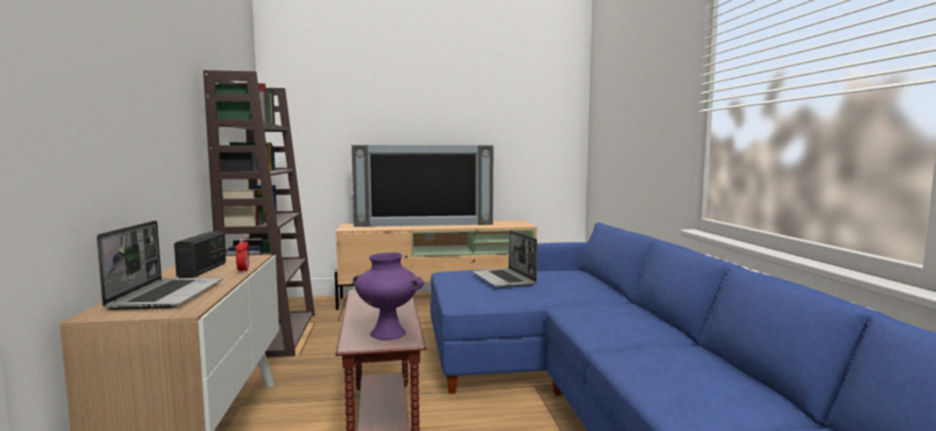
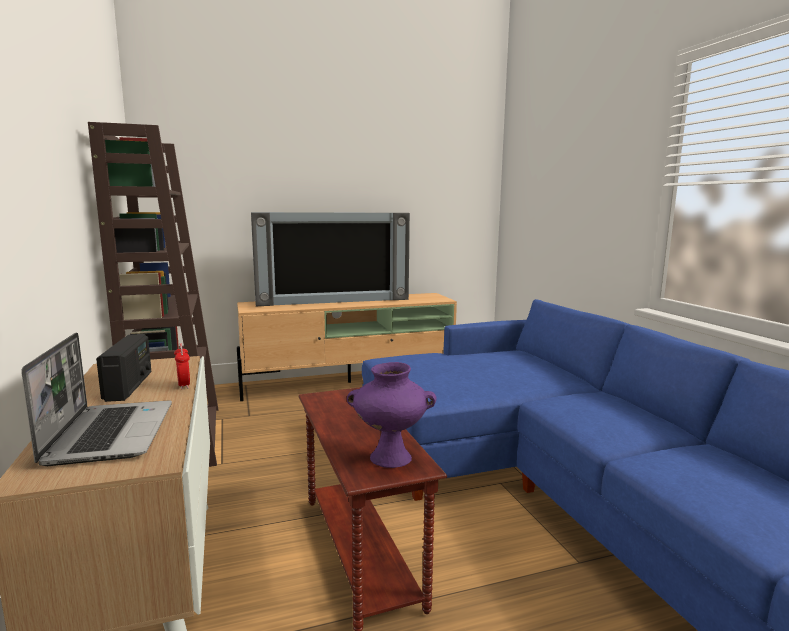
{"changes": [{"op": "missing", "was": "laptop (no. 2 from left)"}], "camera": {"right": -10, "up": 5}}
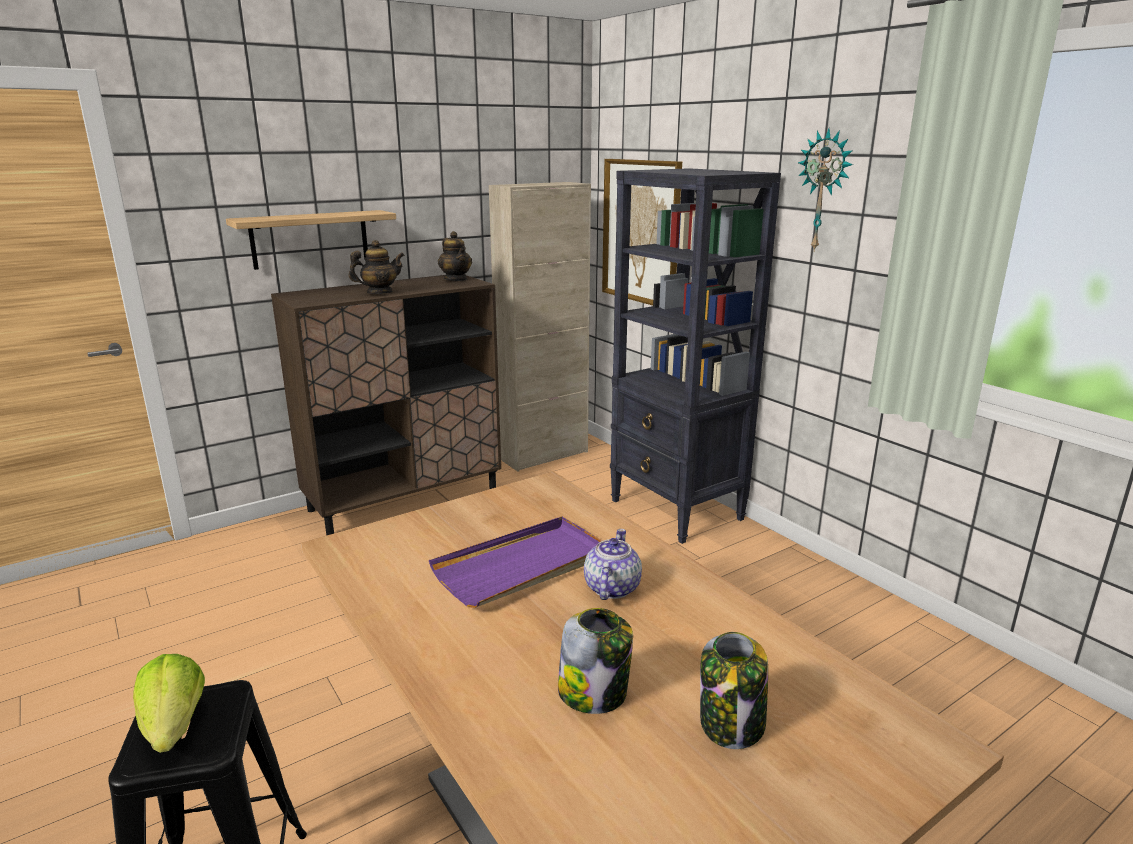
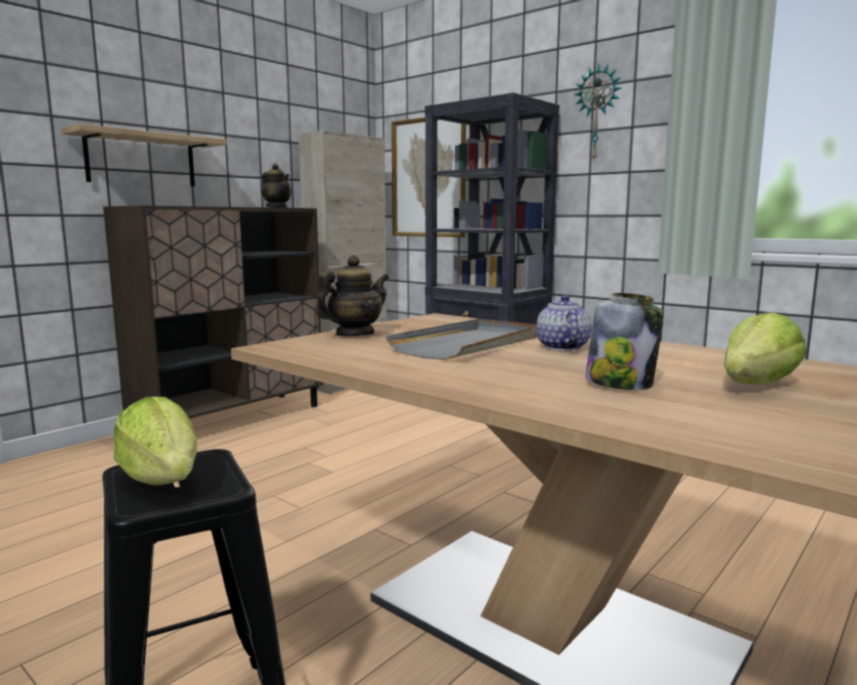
{"changes": [{"op": "relocated", "was": "teapot (no. 1 from left in the first image)", "now": "teapot (no. 2 from left)"}, {"op": "colour", "was": "tray (purple)", "now": "tray (grey)"}, {"op": "exchanged", "was": "jar (no. 2 from left)", "now": "lettuce (no. 2 from left)"}], "camera": {"right": -15, "up": -10}}
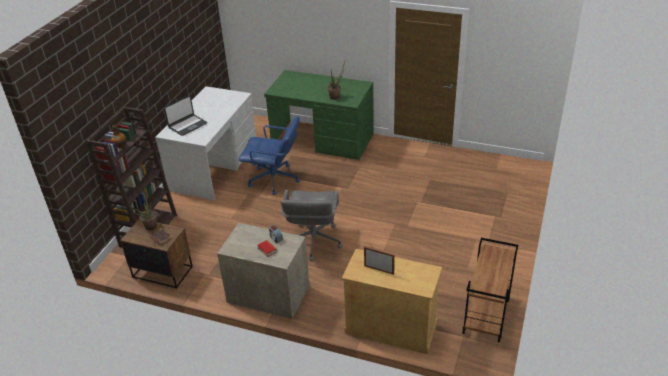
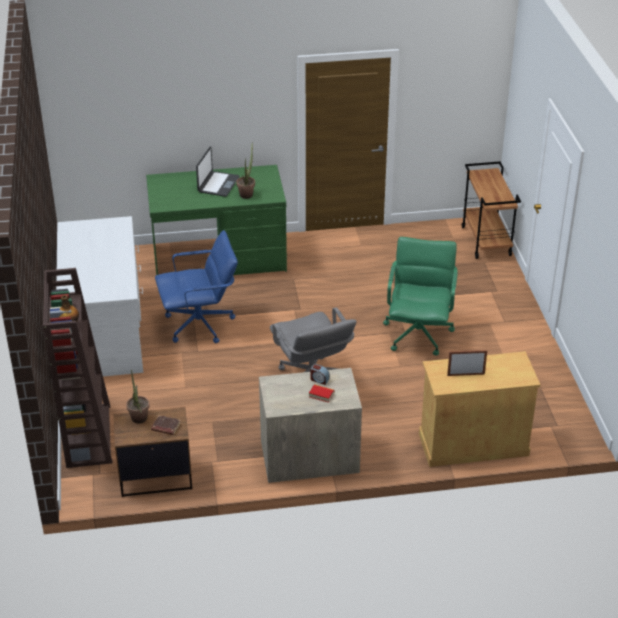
{"changes": [{"op": "relocated", "was": "laptop"}, {"op": "relocated", "was": "cart (brown)"}, {"op": "appeared", "now": "office chair (green)"}], "camera": {"right": -30, "up": 0}}
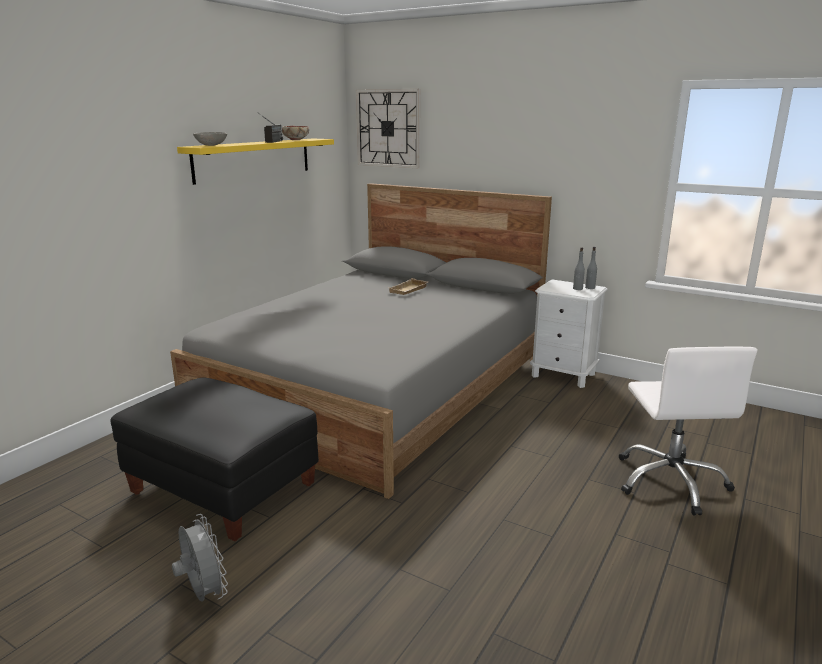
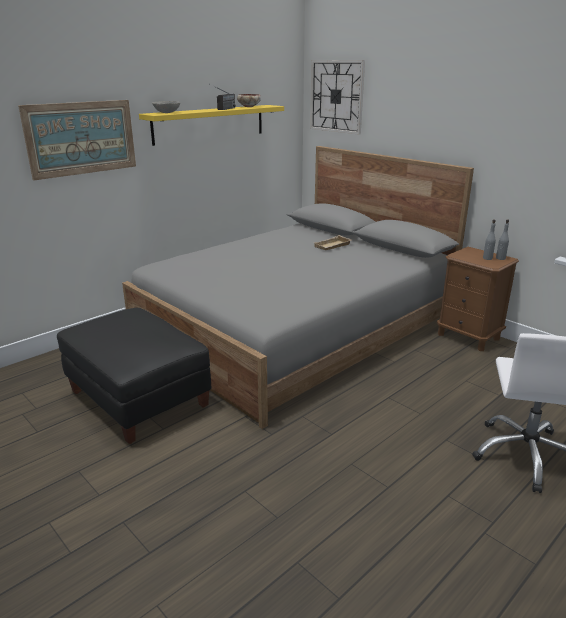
{"changes": [{"op": "colour", "was": "nightstand (white)", "now": "nightstand (brown)"}, {"op": "missing", "was": "fan (grey)"}, {"op": "appeared", "now": "picture"}], "camera": {"right": 15, "up": 5}}
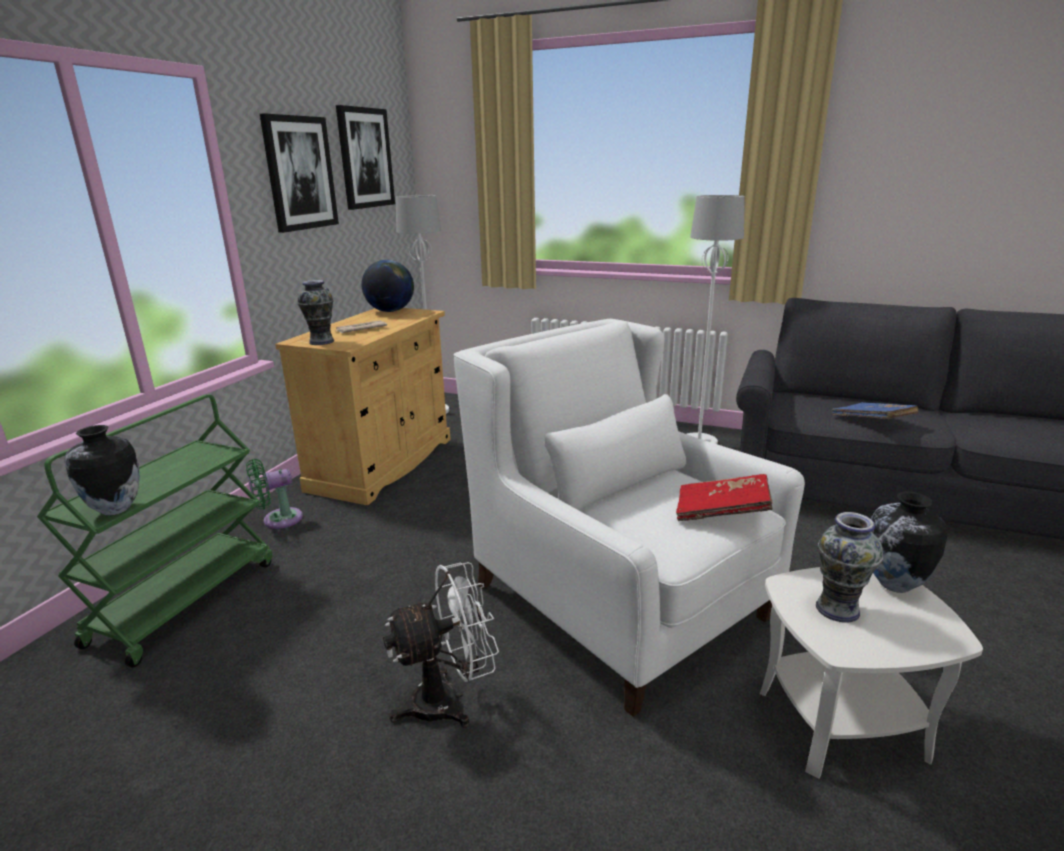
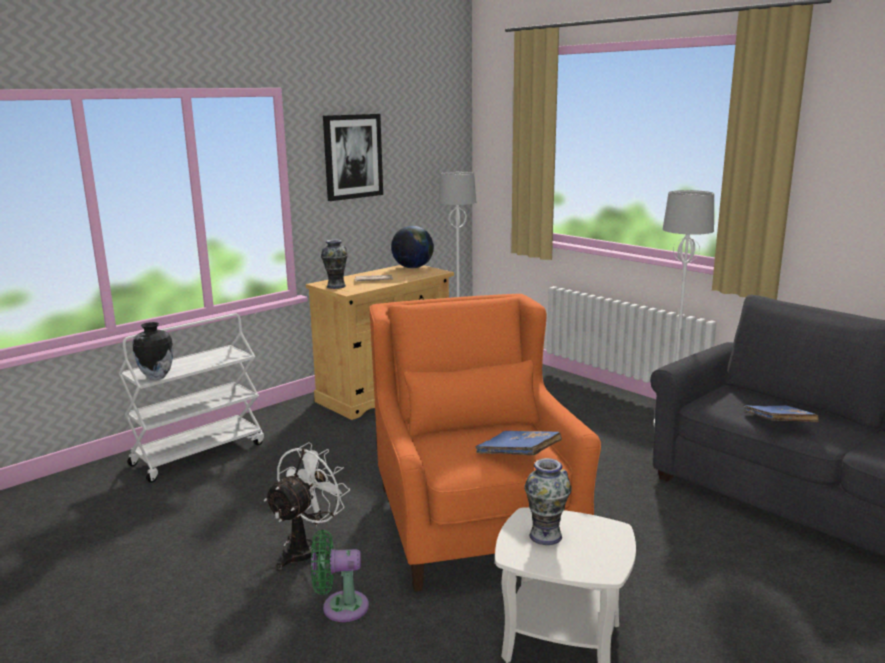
{"changes": [{"op": "missing", "was": "picture (no. 2 from left)"}, {"op": "colour", "was": "armchair (white)", "now": "armchair (orange)"}, {"op": "colour", "was": "cart (green)", "now": "cart (white)"}, {"op": "relocated", "was": "fan (green)"}, {"op": "colour", "was": "book (red)", "now": "book (blue) (no. 1 from left)"}, {"op": "missing", "was": "vase (no. 4 from left)"}, {"op": "spun", "was": "fan (white)", "clockwise": -60}], "camera": {"right": 25, "up": -5}}
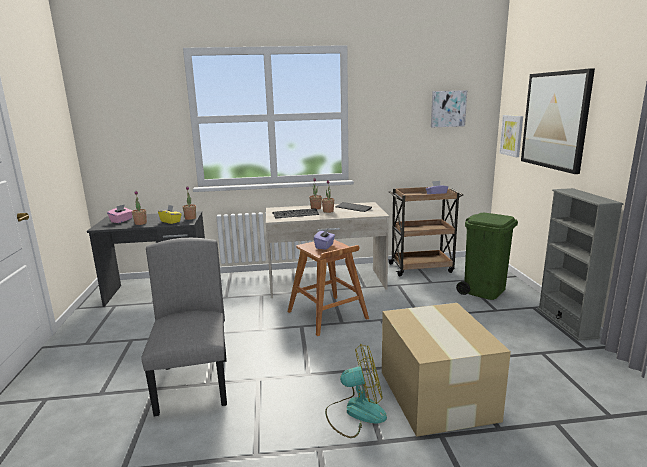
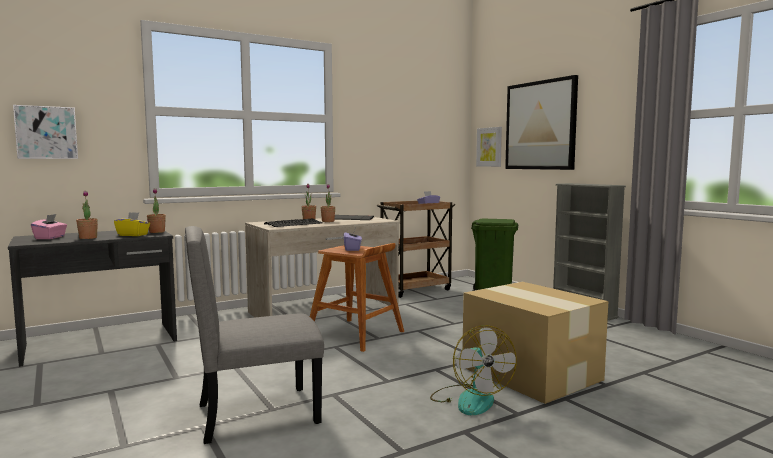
{"changes": [{"op": "relocated", "was": "picture (no. 1 from left)"}, {"op": "spun", "was": "chair (grey)", "clockwise": -75}, {"op": "spun", "was": "fan", "clockwise": 105}], "camera": {"right": -25, "up": -10}}
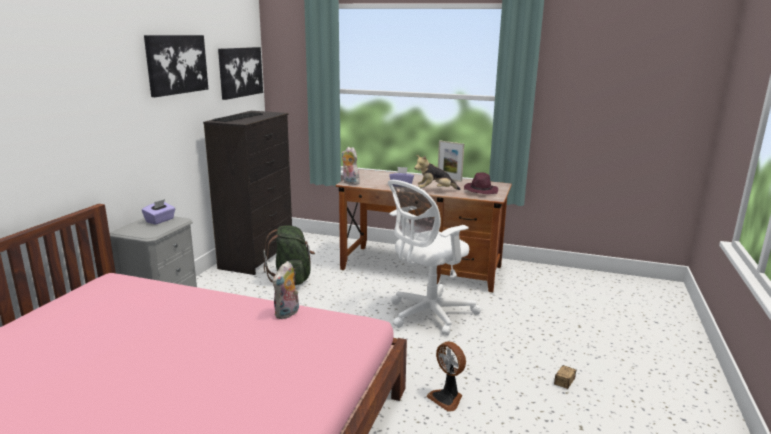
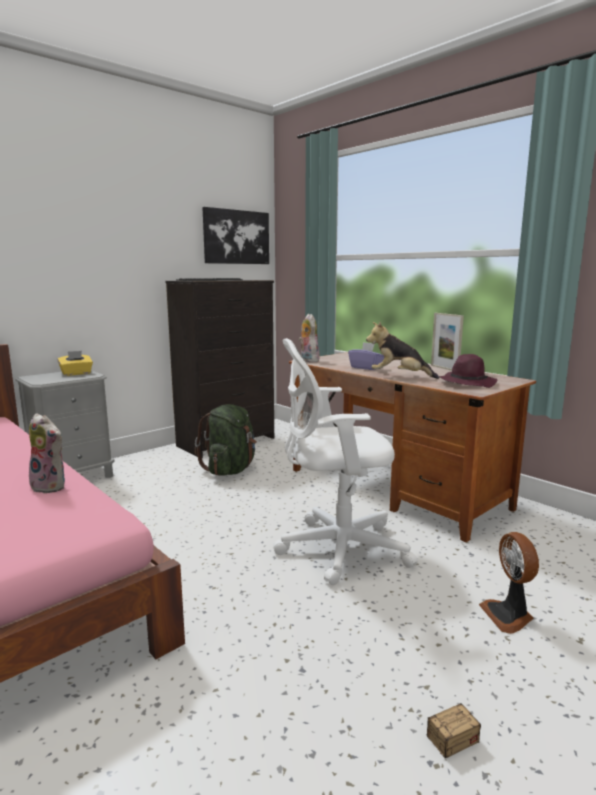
{"changes": [{"op": "missing", "was": "picture (no. 1 from left)"}, {"op": "colour", "was": "tissue box (purple) (no. 1 from left)", "now": "tissue box (yellow)"}, {"op": "spun", "was": "plush toy (no. 1 from left)", "clockwise": -120}, {"op": "relocated", "was": "fan"}], "camera": {"right": 30, "up": -5}}
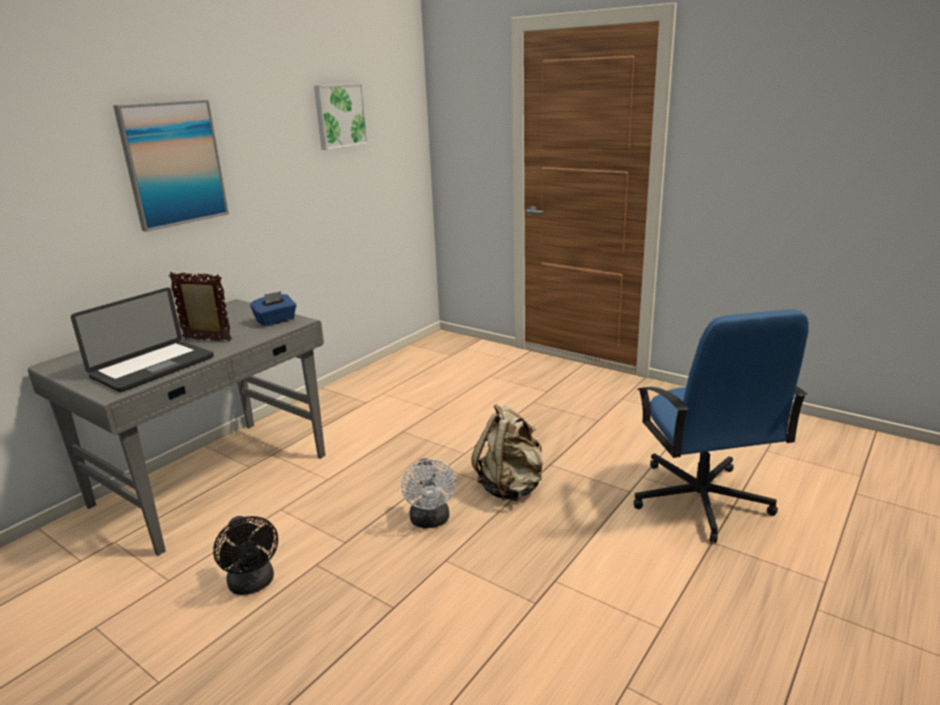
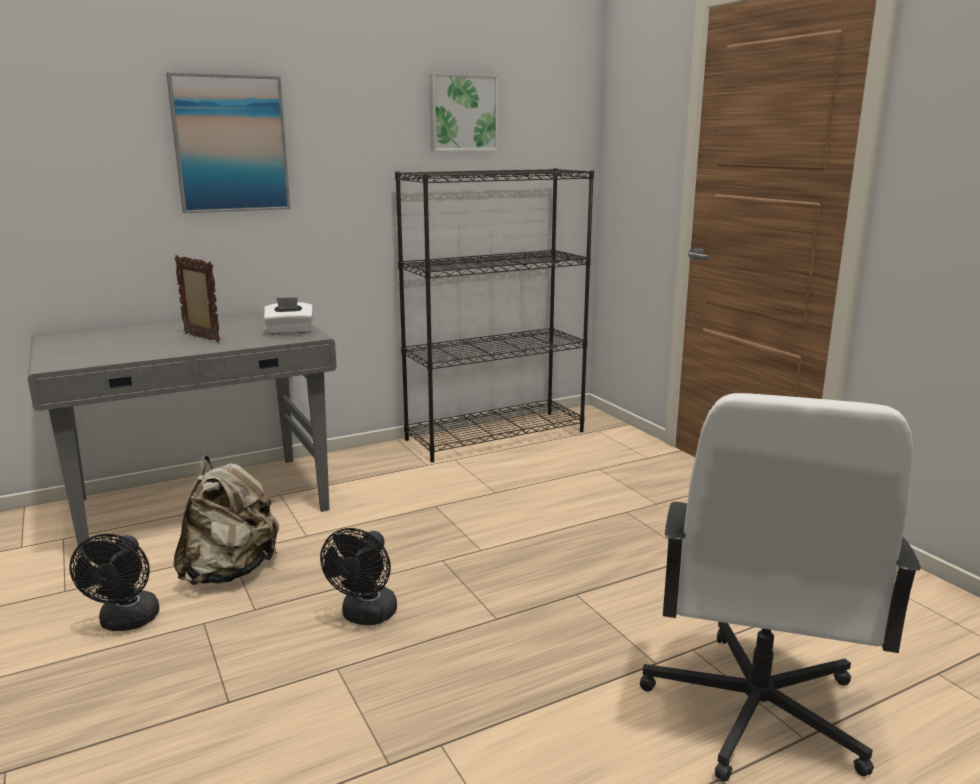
{"changes": [{"op": "missing", "was": "laptop"}, {"op": "colour", "was": "tissue box (blue)", "now": "tissue box (white)"}, {"op": "colour", "was": "office chair (blue)", "now": "office chair (white)"}, {"op": "relocated", "was": "backpack (beige)"}, {"op": "colour", "was": "fan (white)", "now": "fan (black) (no. 2 from left)"}, {"op": "appeared", "now": "bookcase (black)"}], "camera": {"right": 25, "up": -5}}
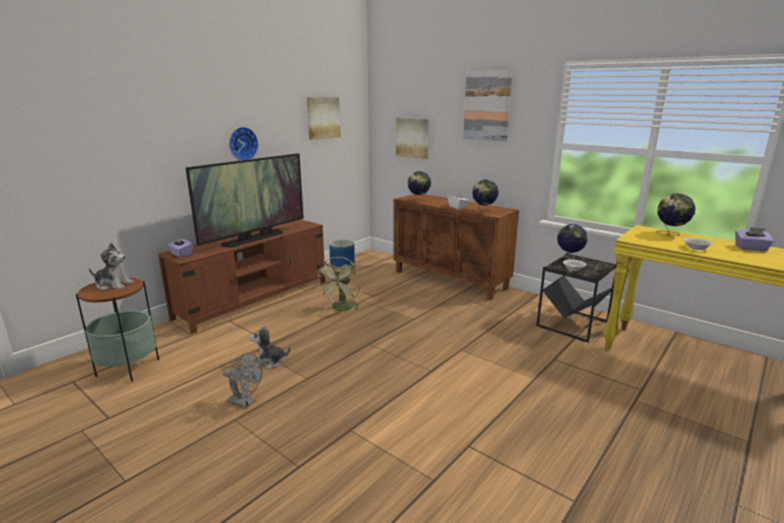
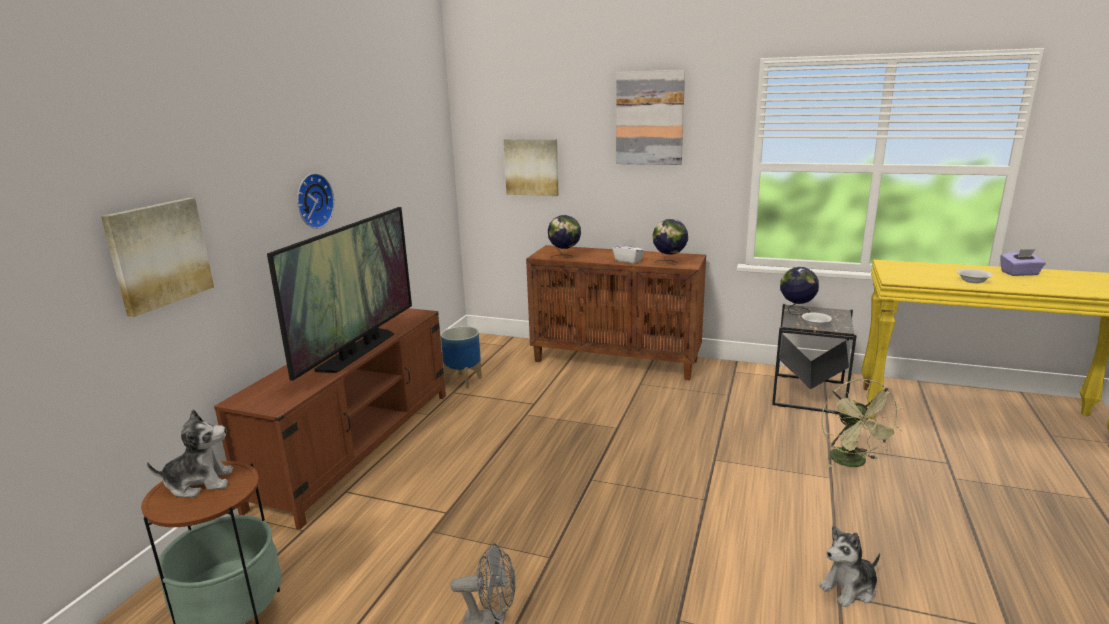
{"changes": [{"op": "relocated", "was": "picture (no. 1 from left)"}, {"op": "missing", "was": "globe (no. 4 from left)"}, {"op": "missing", "was": "tissue box (purple) (no. 1 from left)"}, {"op": "relocated", "was": "fan (green)"}, {"op": "relocated", "was": "plush toy (no. 2 from left)"}], "camera": {"right": -20, "up": 0}}
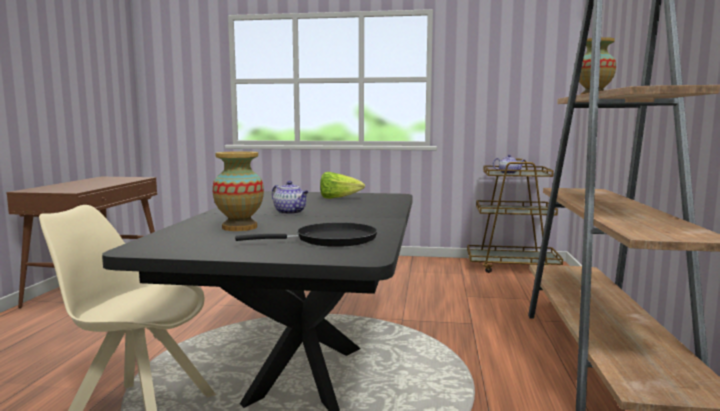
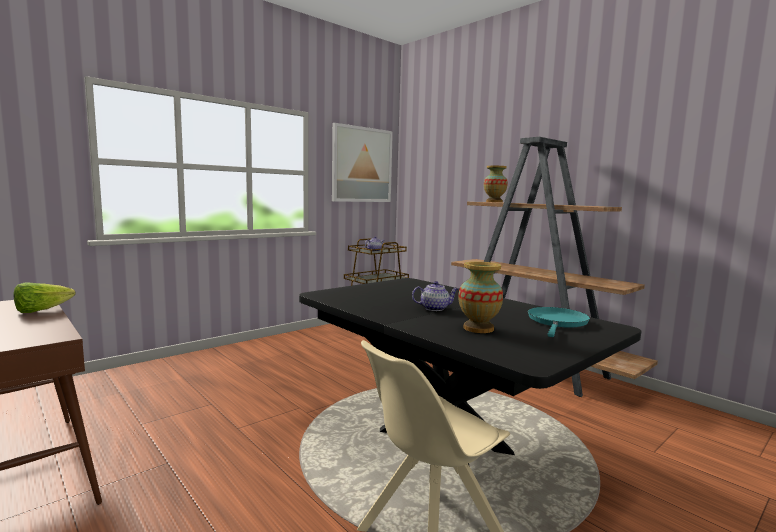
{"changes": [{"op": "relocated", "was": "lettuce"}, {"op": "colour", "was": "frying pan (black)", "now": "frying pan (turquoise)"}, {"op": "appeared", "now": "picture"}], "camera": {"right": -50, "up": 0}}
